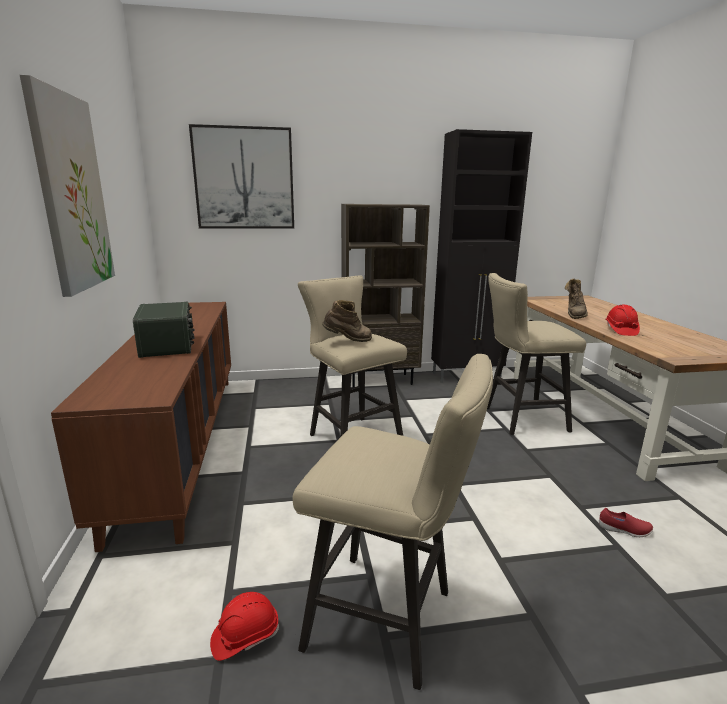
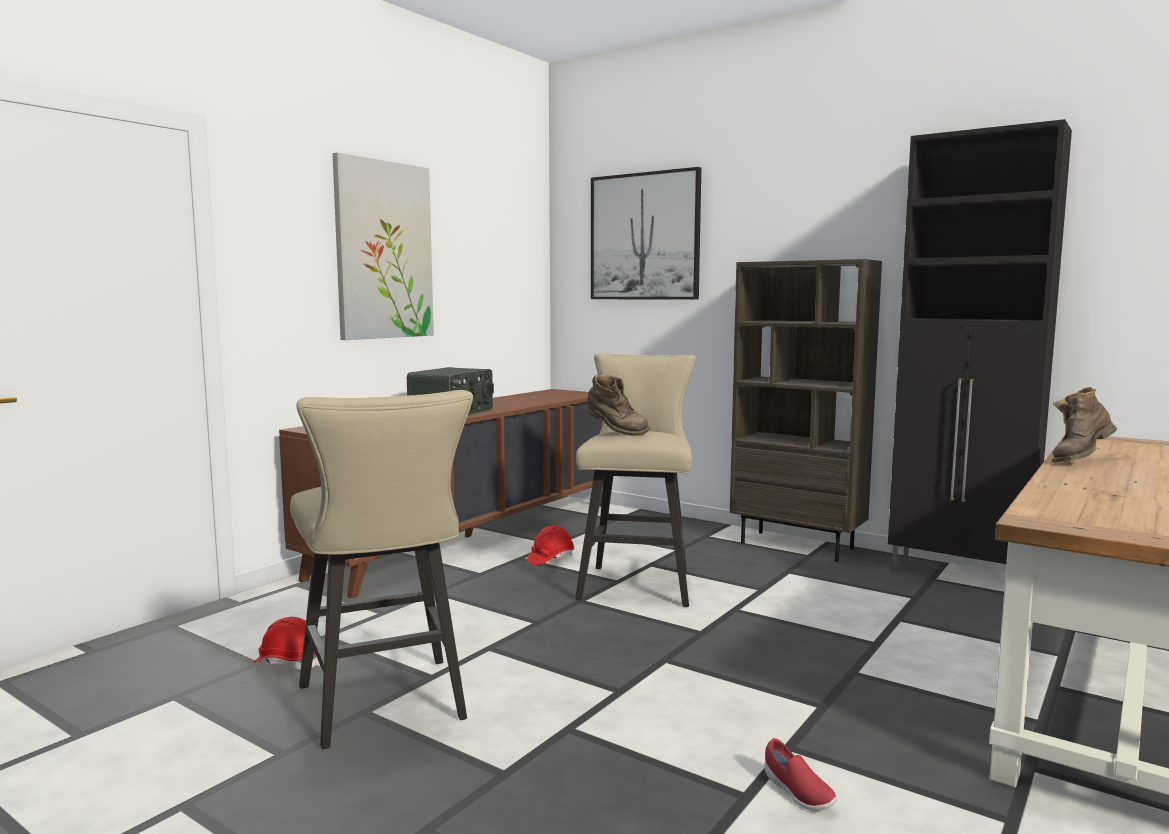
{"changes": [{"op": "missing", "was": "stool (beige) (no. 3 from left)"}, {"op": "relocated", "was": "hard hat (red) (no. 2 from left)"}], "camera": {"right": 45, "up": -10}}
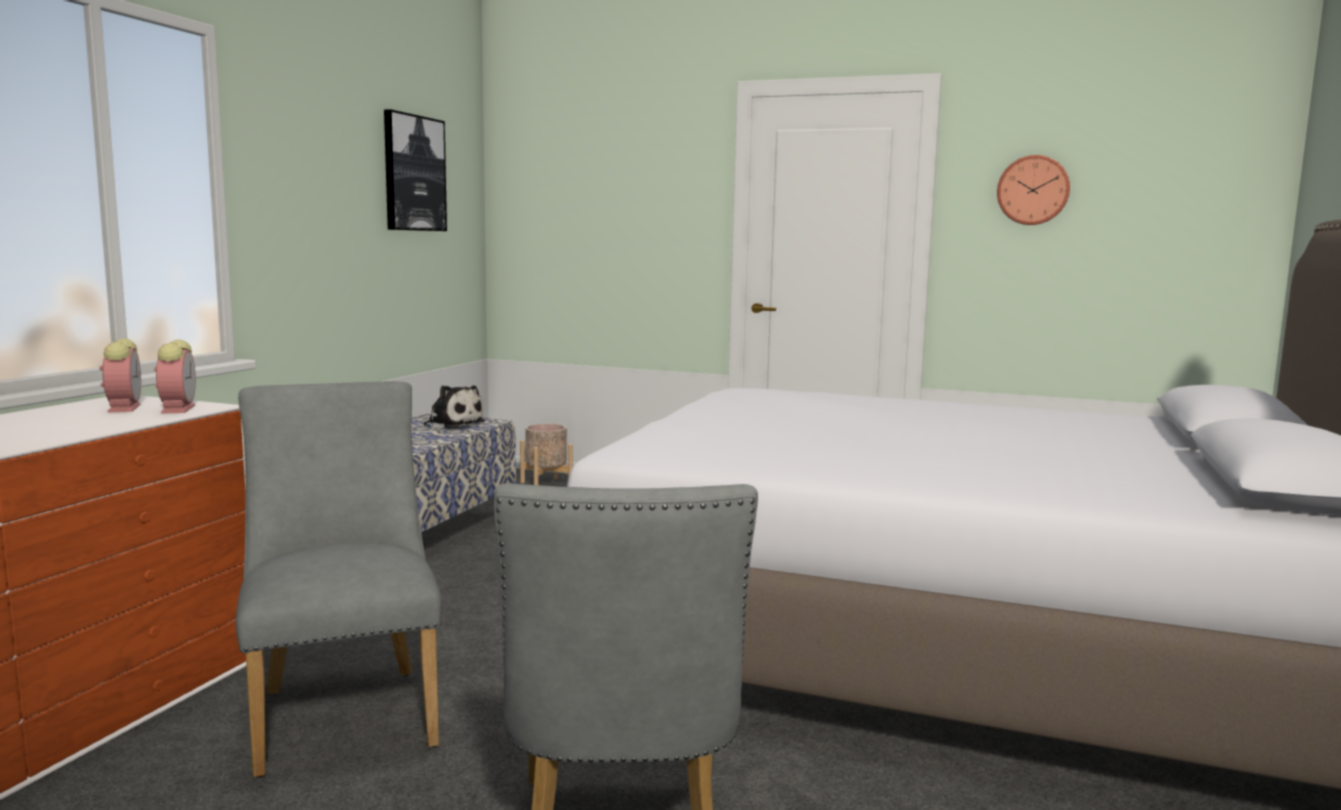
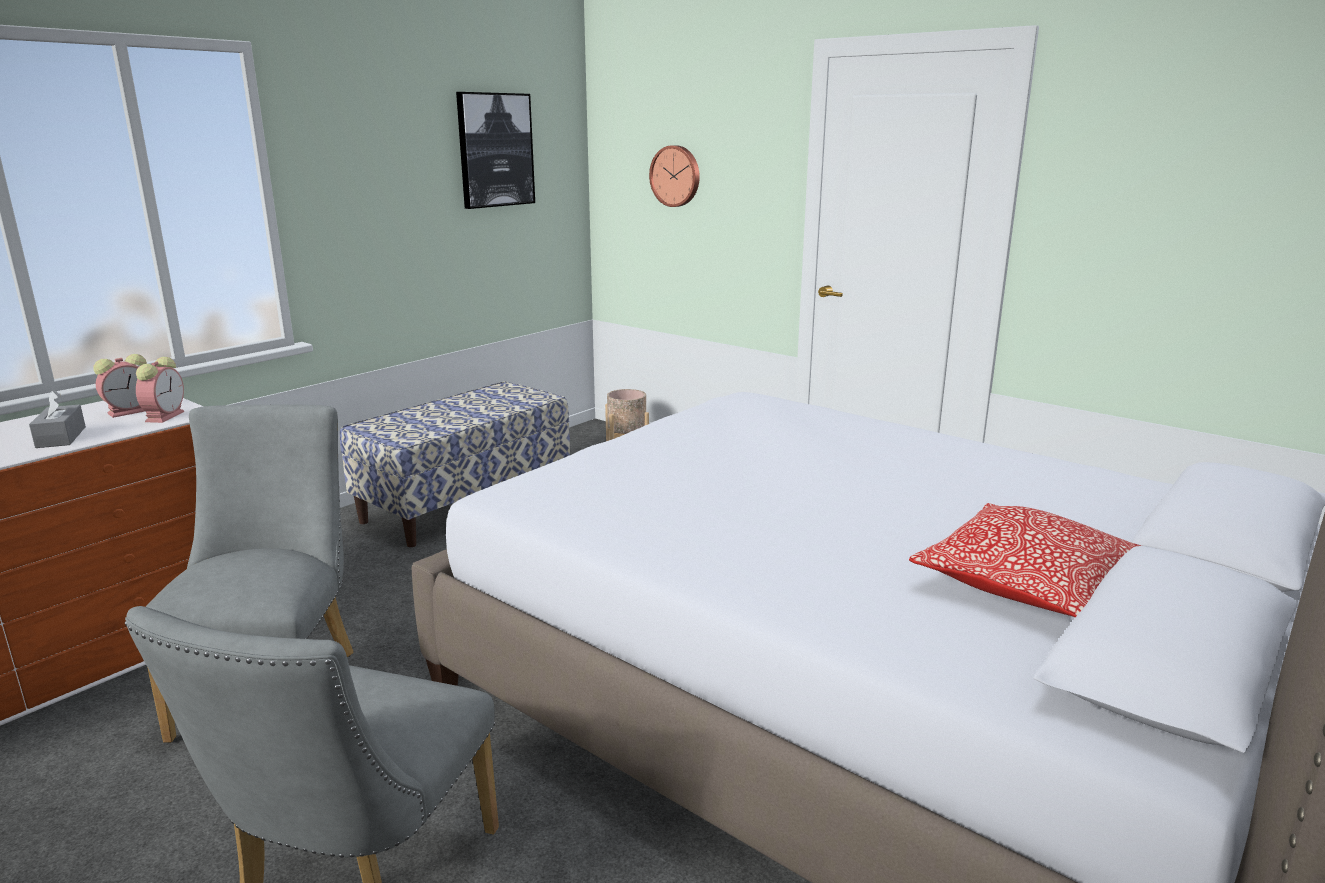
{"changes": [{"op": "relocated", "was": "wall clock"}, {"op": "spun", "was": "alarm clock (no. 1 from left)", "clockwise": 45}, {"op": "missing", "was": "plush toy"}, {"op": "appeared", "now": "tissue box (grey)"}, {"op": "appeared", "now": "pillow"}], "camera": {"right": 20, "up": 10}}
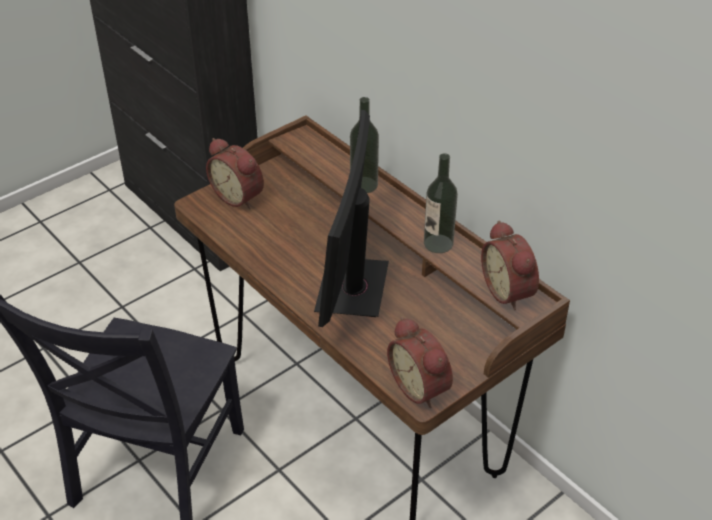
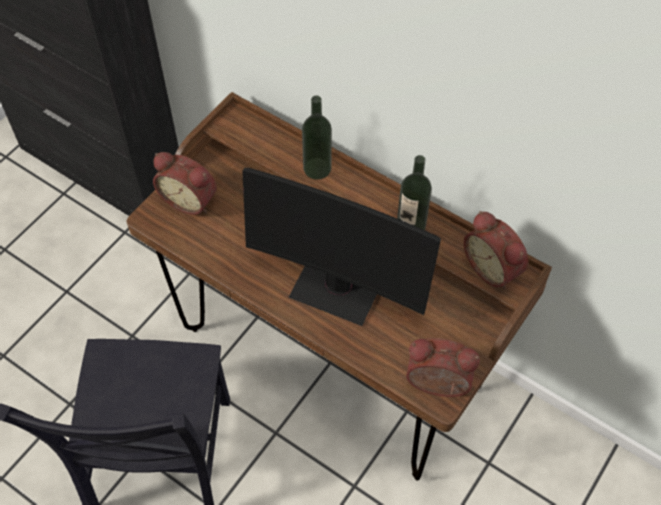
{"changes": [{"op": "spun", "was": "monitor", "clockwise": -60}, {"op": "spun", "was": "alarm clock (no. 2 from left)", "clockwise": 150}], "camera": {"right": -15, "up": 15}}
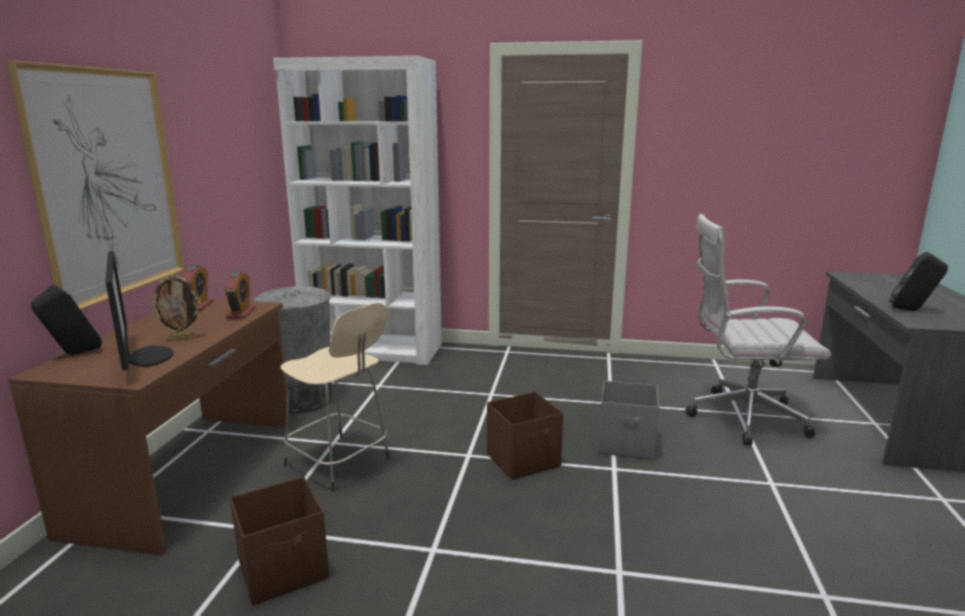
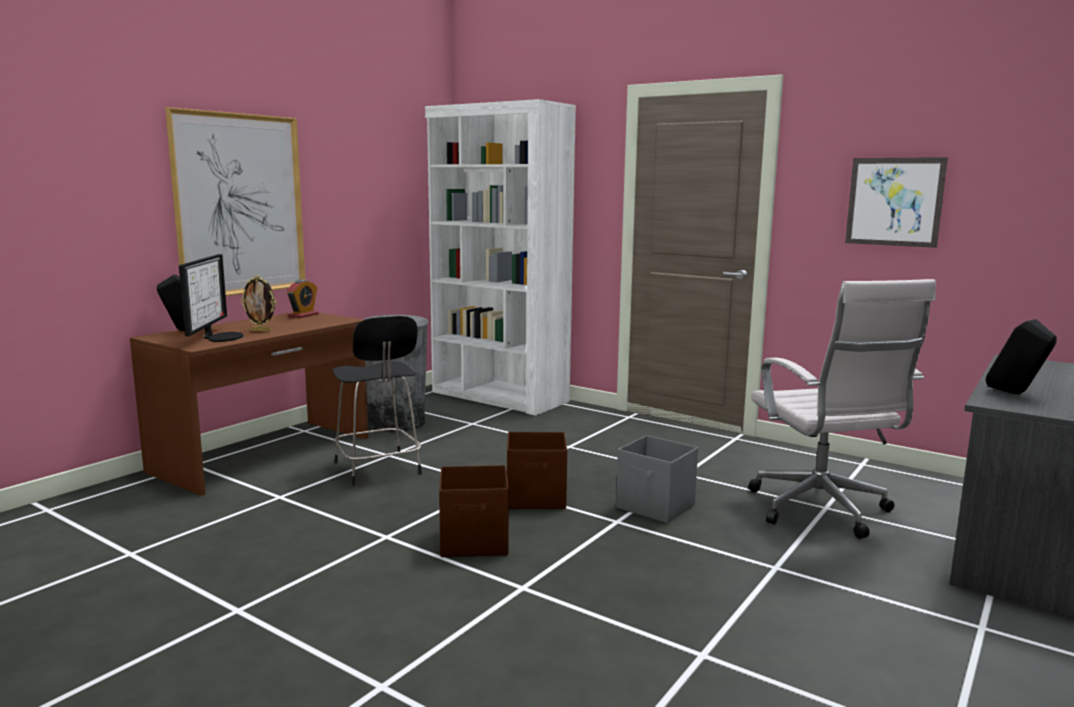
{"changes": [{"op": "spun", "was": "office chair (white)", "clockwise": -135}, {"op": "missing", "was": "alarm clock (no. 2 from left)"}, {"op": "colour", "was": "stool (beige)", "now": "stool (black)"}, {"op": "relocated", "was": "storage box (brown) (no. 1 from left)"}, {"op": "appeared", "now": "picture (no. 2 from left)"}], "camera": {"right": 25, "up": -5}}
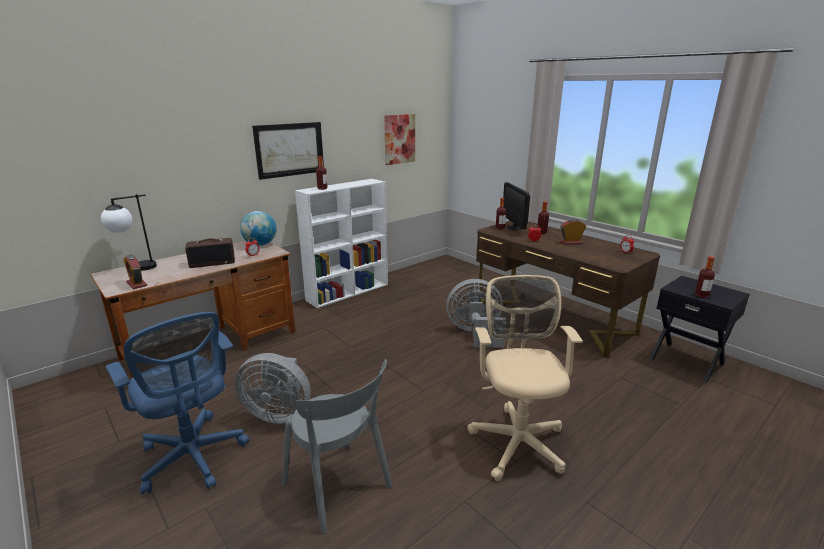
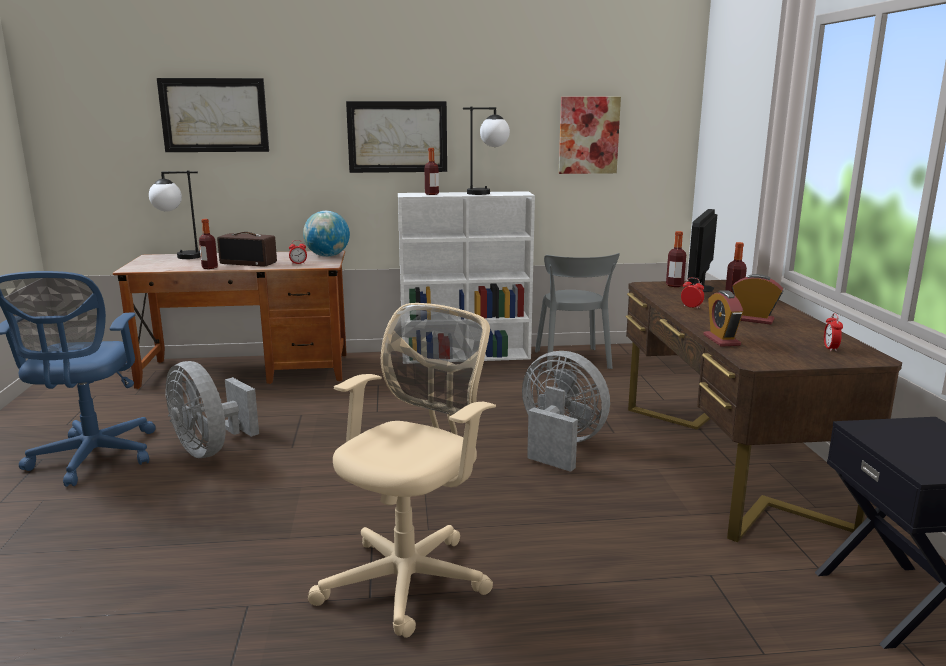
{"changes": [{"op": "relocated", "was": "alarm clock (no. 1 from left in the first image)", "now": "alarm clock (no. 3 from left)"}, {"op": "relocated", "was": "bottle (no. 4 from left in the first image)", "now": "bottle (no. 1 from left)"}, {"op": "relocated", "was": "chair (grey)"}, {"op": "appeared", "now": "picture (no. 1 from left)"}, {"op": "appeared", "now": "table lamp (no. 2 from left)"}], "camera": {"right": 35, "up": -5}}
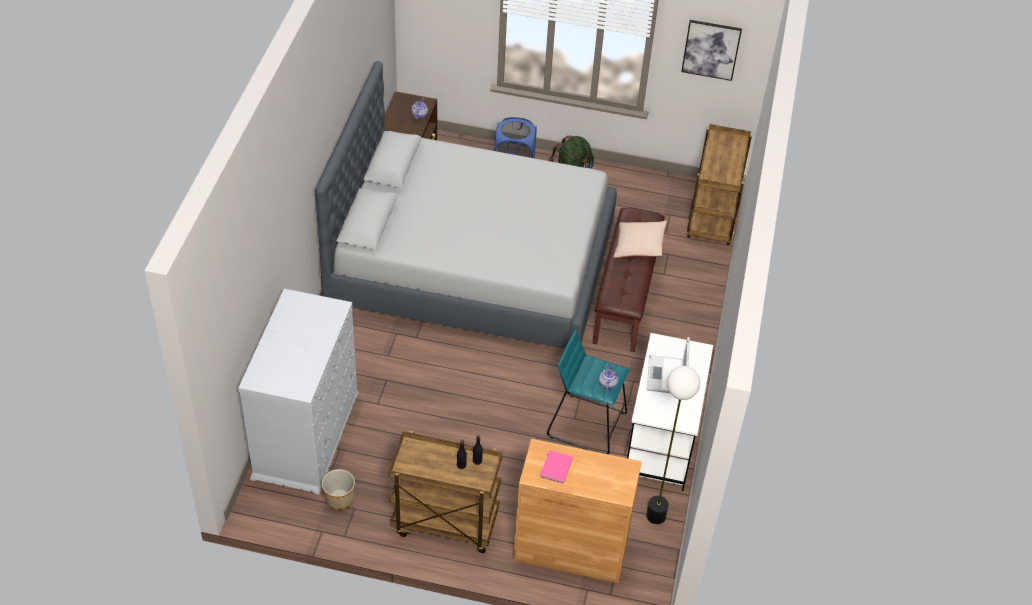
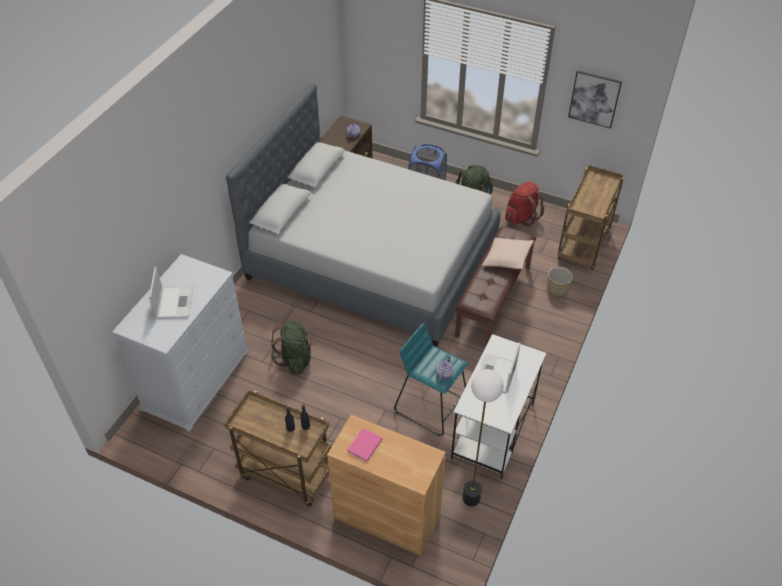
{"changes": [{"op": "relocated", "was": "planter"}, {"op": "appeared", "now": "backpack (red)"}, {"op": "appeared", "now": "laptop (no. 1 from left)"}, {"op": "appeared", "now": "backpack (green) (no. 1 from left)"}], "camera": {"right": 15, "up": 0}}
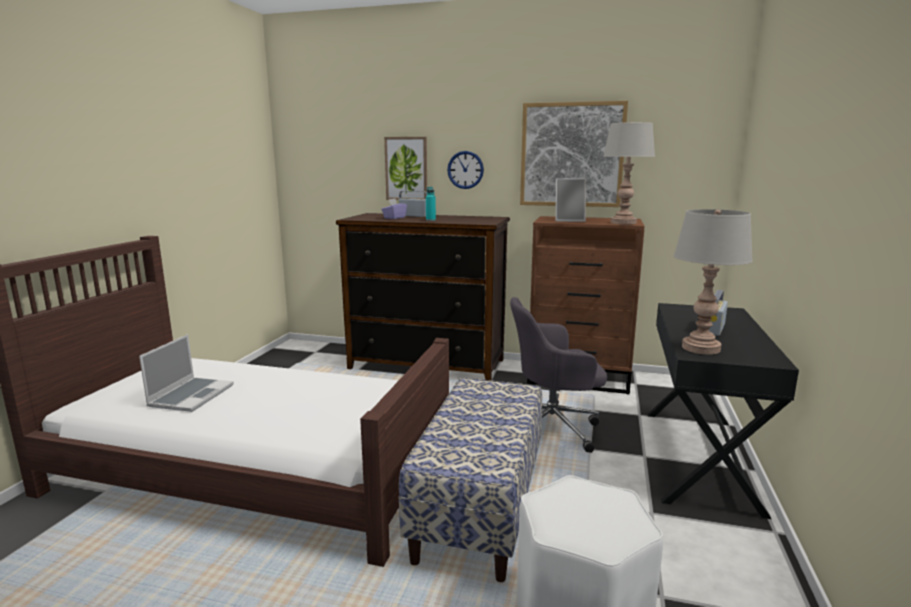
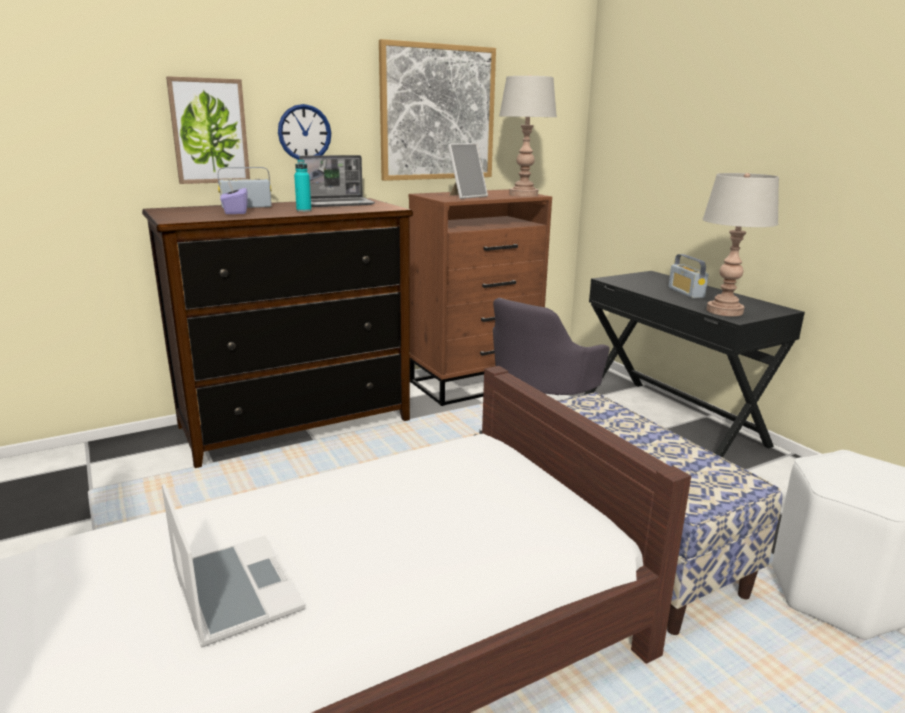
{"changes": [{"op": "appeared", "now": "laptop (no. 2 from left)"}], "camera": {"right": -45, "up": 5}}
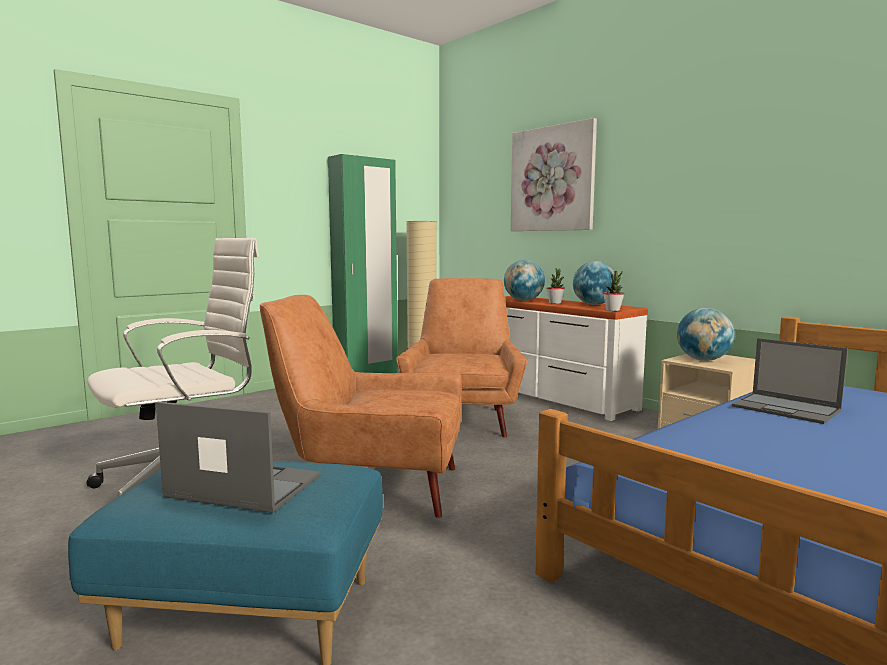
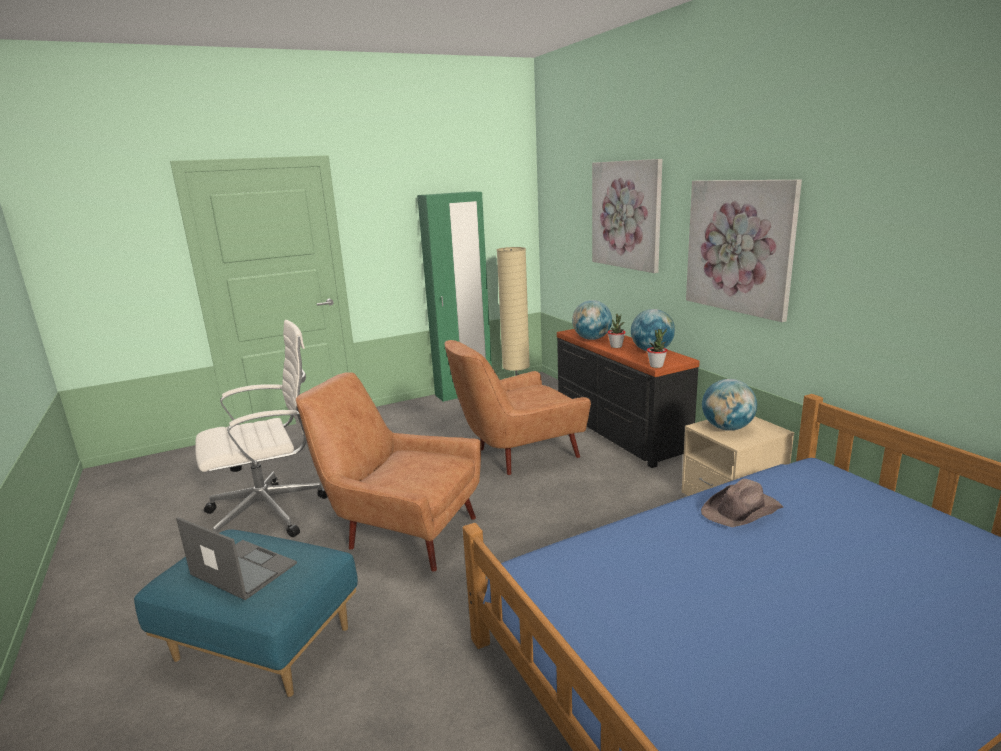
{"changes": [{"op": "spun", "was": "armchair (brown) (no. 2 from left)", "clockwise": -135}, {"op": "colour", "was": "dresser (white)", "now": "dresser (black)"}, {"op": "exchanged", "was": "laptop (no. 2 from left)", "now": "hat (brown)"}, {"op": "appeared", "now": "picture (no. 2 from left)"}], "camera": {"right": 15, "up": 10}}
